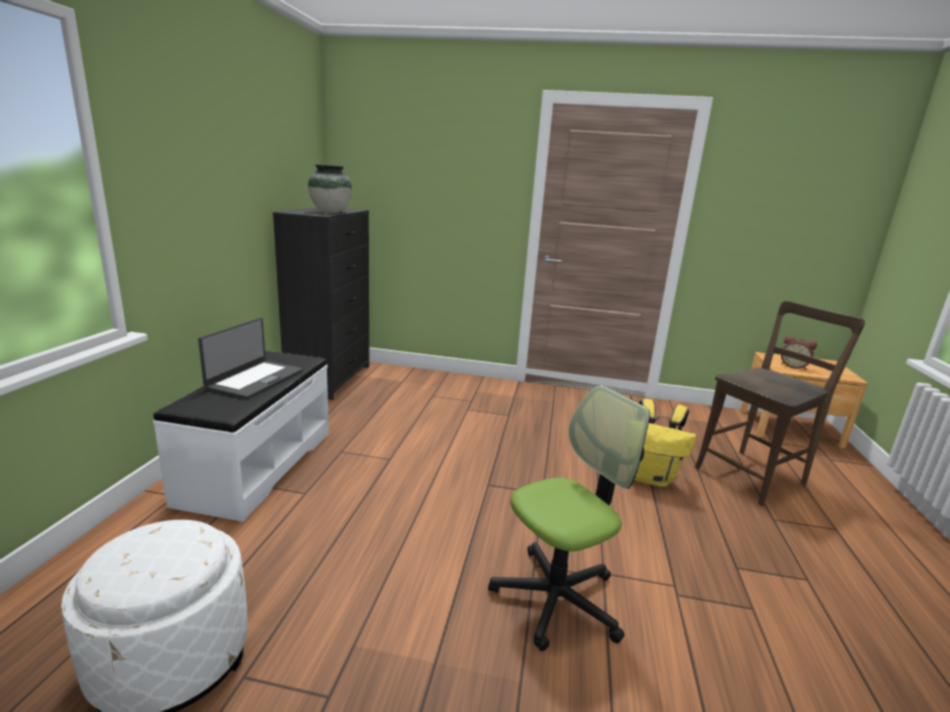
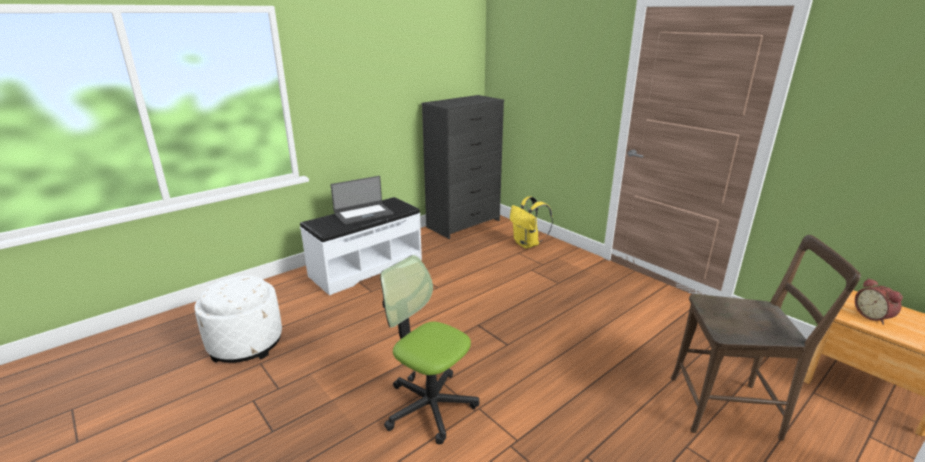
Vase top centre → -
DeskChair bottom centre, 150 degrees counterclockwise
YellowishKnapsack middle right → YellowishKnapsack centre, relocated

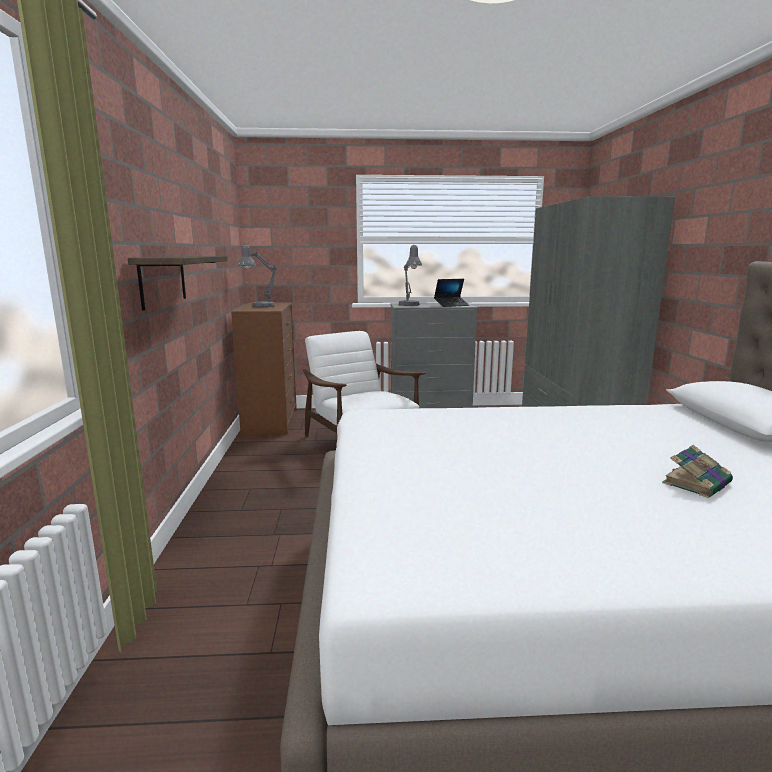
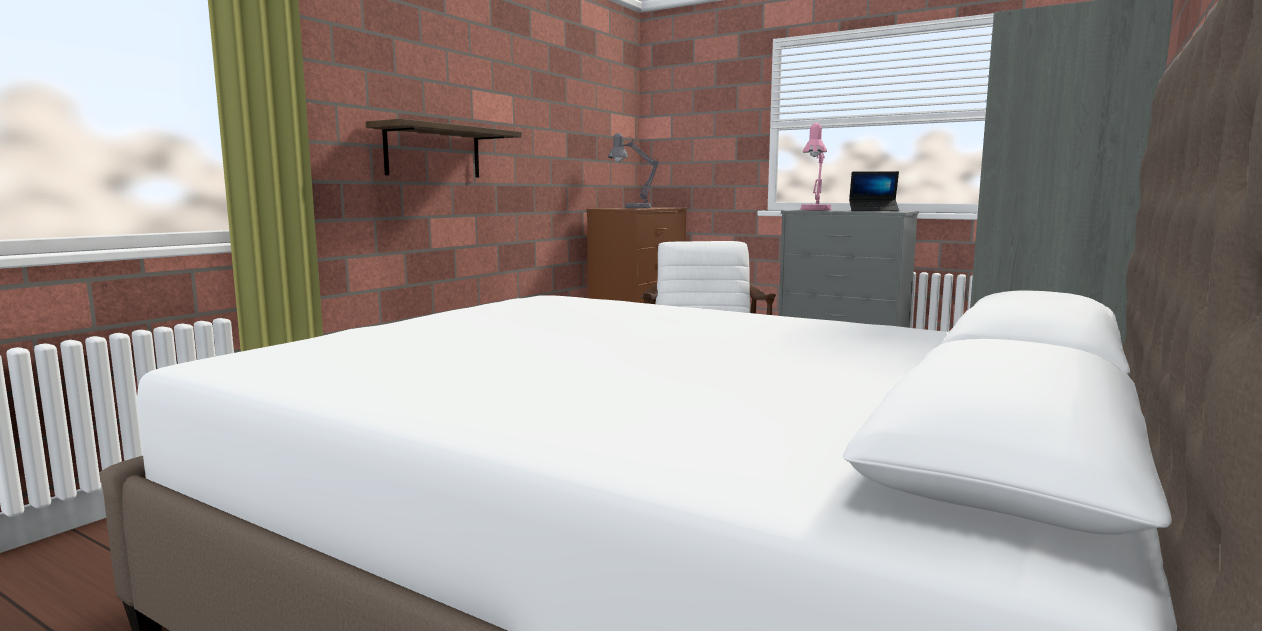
GreyishTableLamp (no. 2 from left) centre → PinkishTableLamp top centre
BoundBook middle right → -

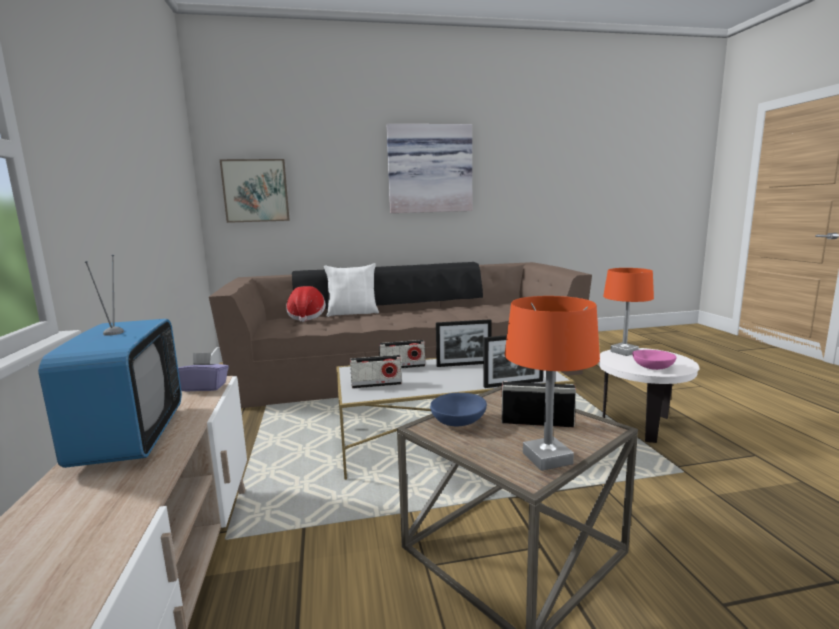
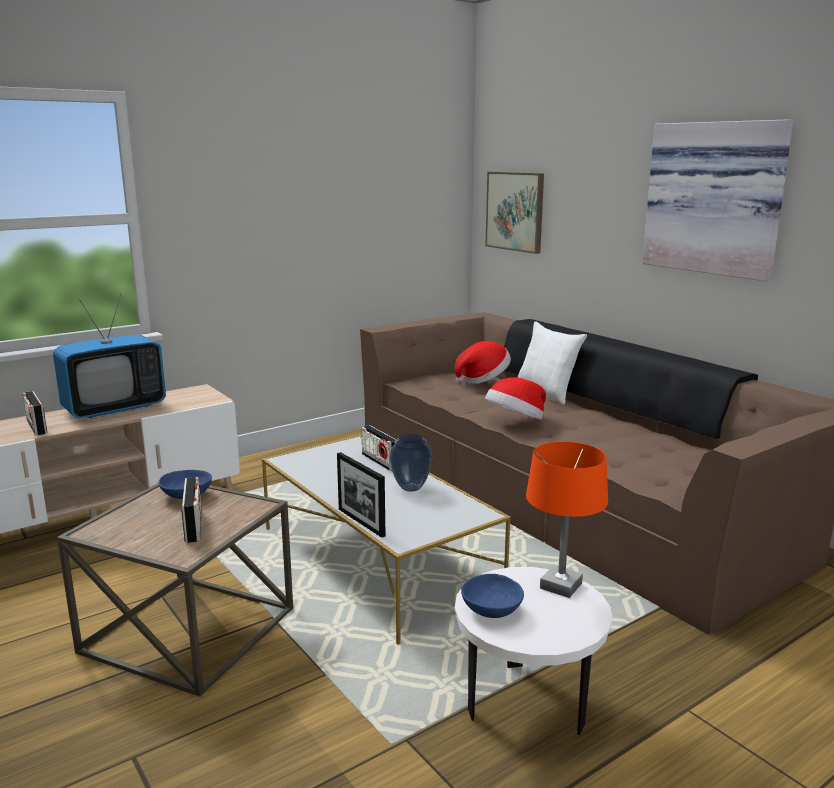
OrangeTableLamp (no. 1 from left) centre → -
PictureFrame (no. 1 from left) centre → Vase centre
PinkishDeepDish middle right → BlueDeepDish (no. 2 from left) bottom centre
PurplishTissueBox middle left → -
RadioSet (no. 1 from left) centre → RadioSet (no. 1 from left) middle left, relocated
- → Hat (no. 2 from left) centre

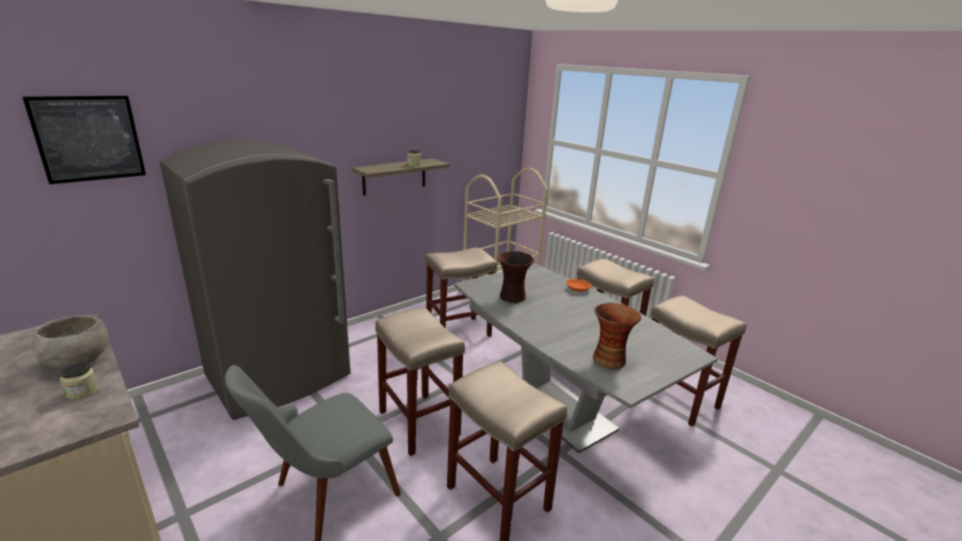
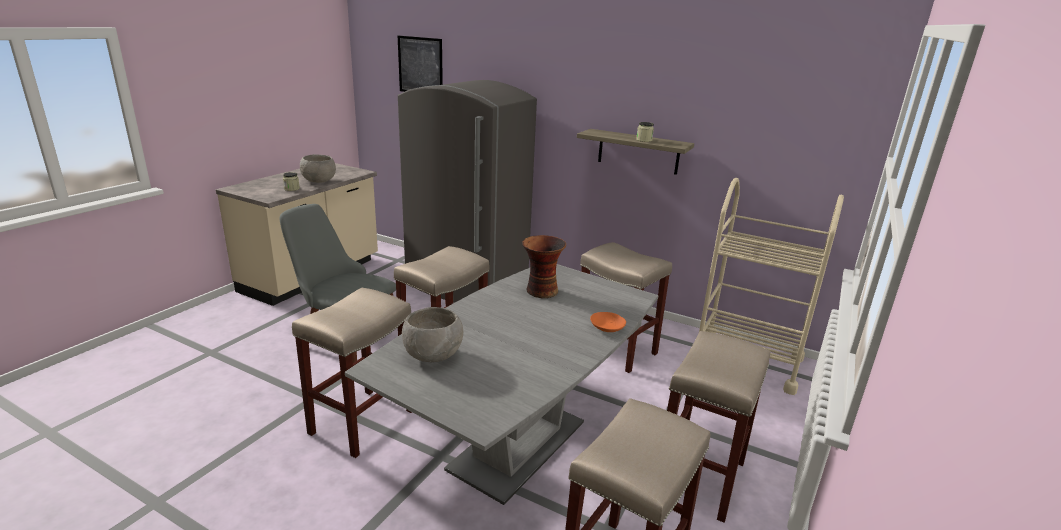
Vase (no. 2 from left) centre → GreyishDeepDish (no. 2 from left) centre

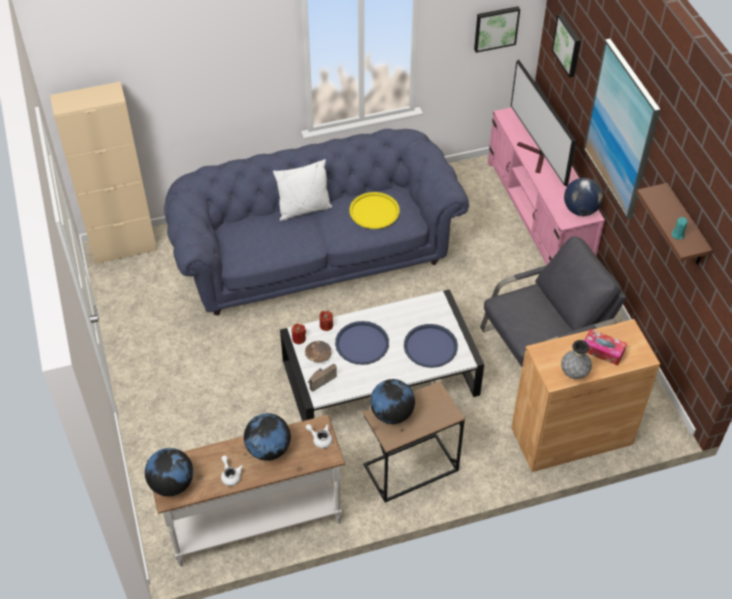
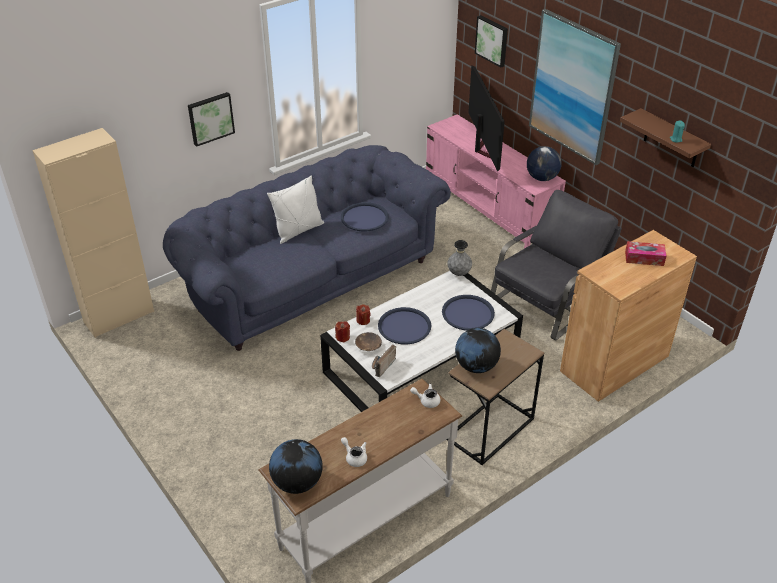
WallArt (no. 1 from left) top right → WallArt (no. 1 from left) top left, relocated
Television top right → Television top centre, 150 degrees counterclockwise
YellowishTray centre → BlueTray (no. 1 from left) centre
GreyishVase middle right → GreyishVase centre, relocated
WorldGlobe (no. 2 from left) bottom centre → -

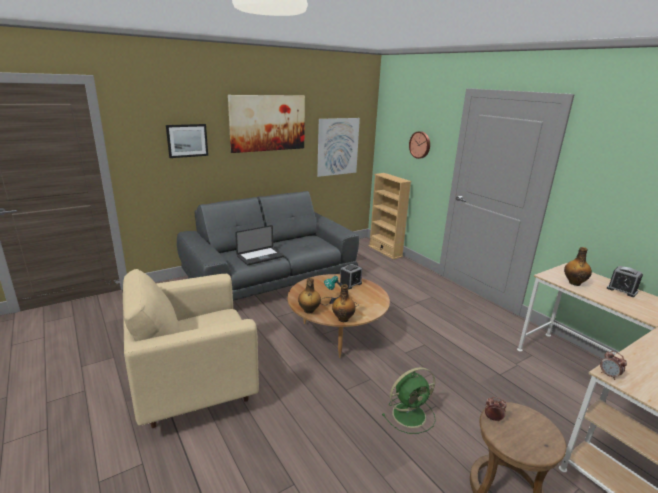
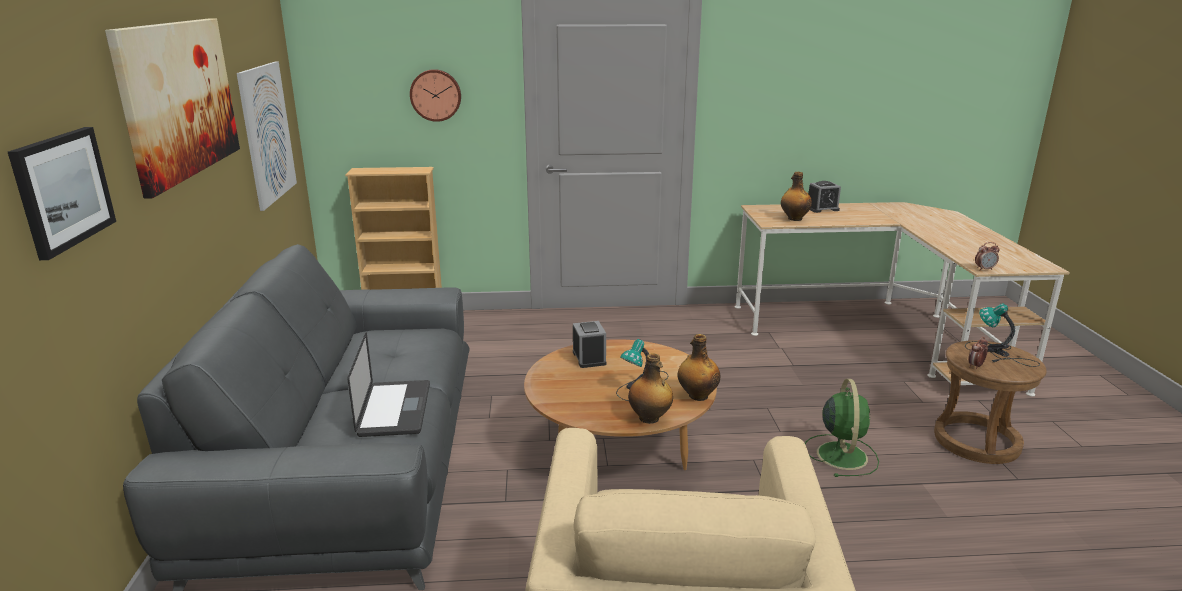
- → TableLamp (no. 2 from left) middle right

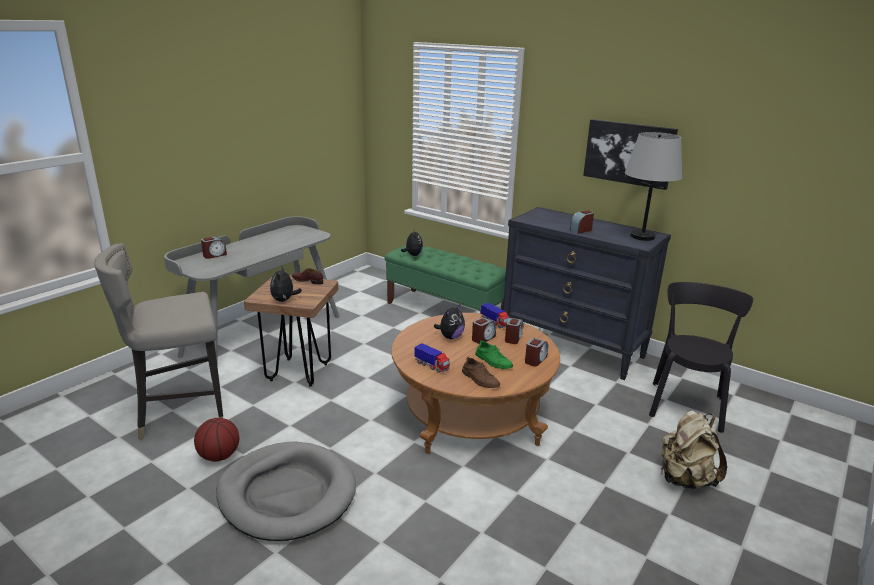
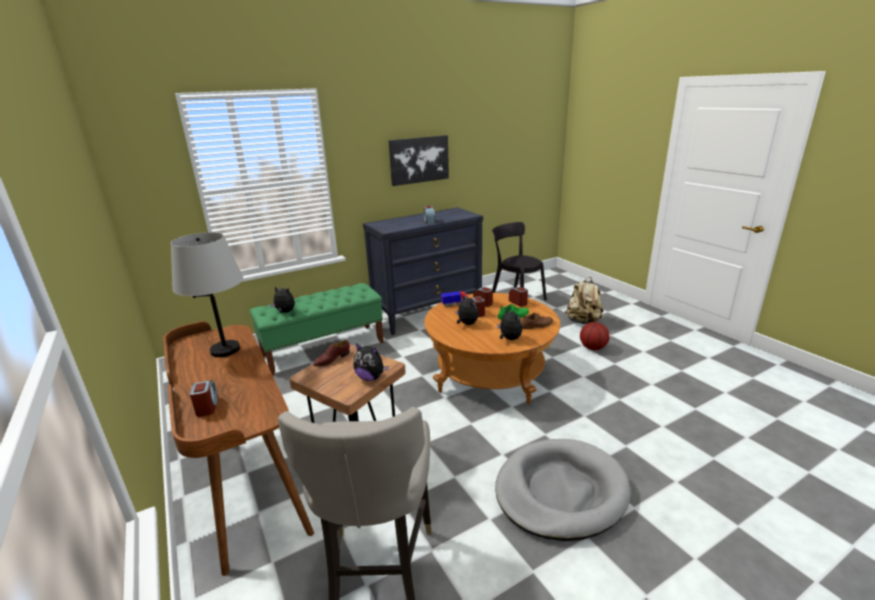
GreyishTableLamp top right → GreyishTableLamp middle left, relocated
GreyishDesk middle left → BrownDesk bottom left
ToyTruck (no. 1 from left) centre → SoftToy (no. 4 from left) centre
BallForBasketball bottom left → BallForBasketball middle right, relocated

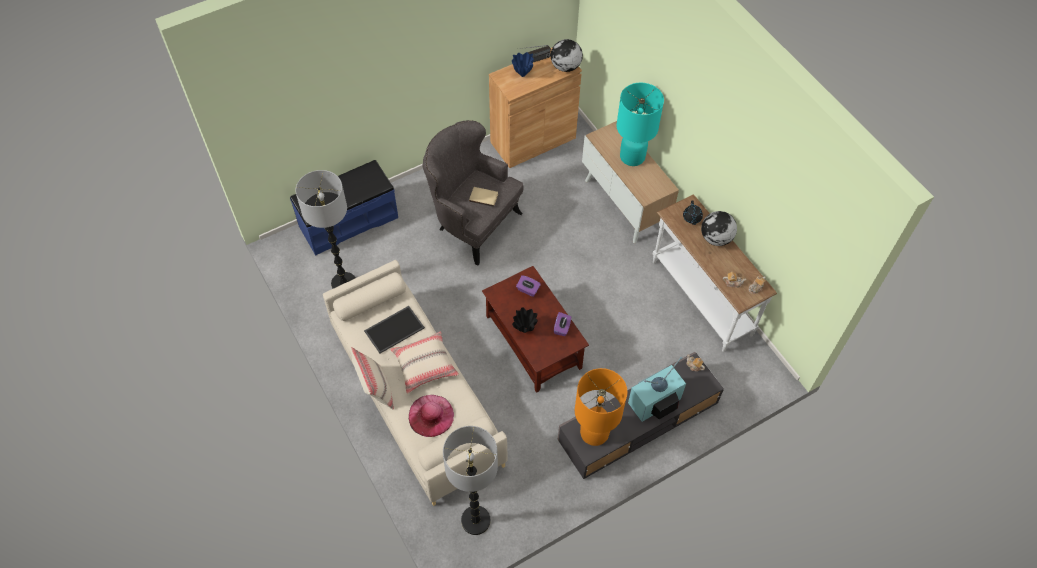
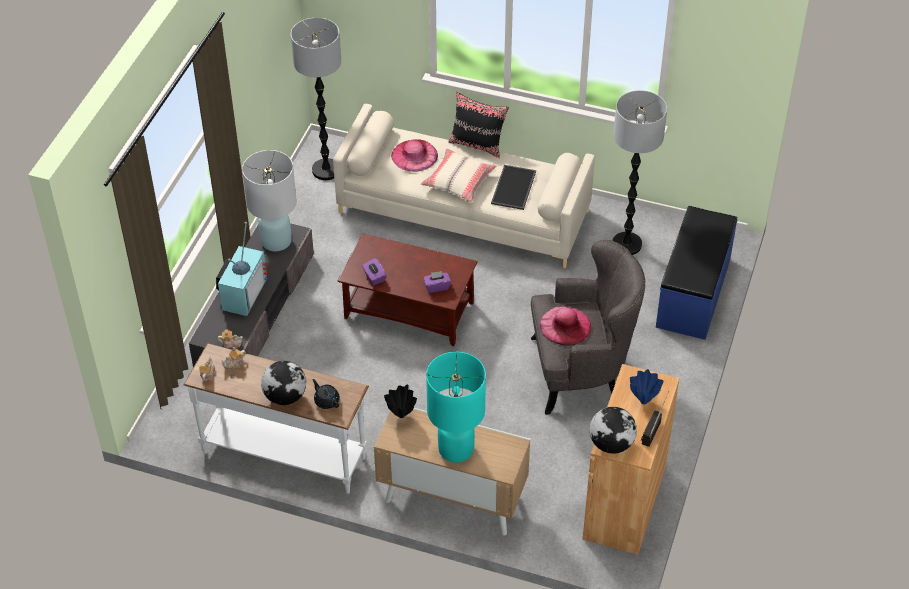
SandColouredBoundBook centre → PinkishHat (no. 2 from left) centre
BlackVase centre → BlackVase bottom centre, relocated
SandColouredPillow (no. 1 from left) centre → BlackPillow top centre
OrangeTableLamp bottom centre → WhitishTableLamp middle left

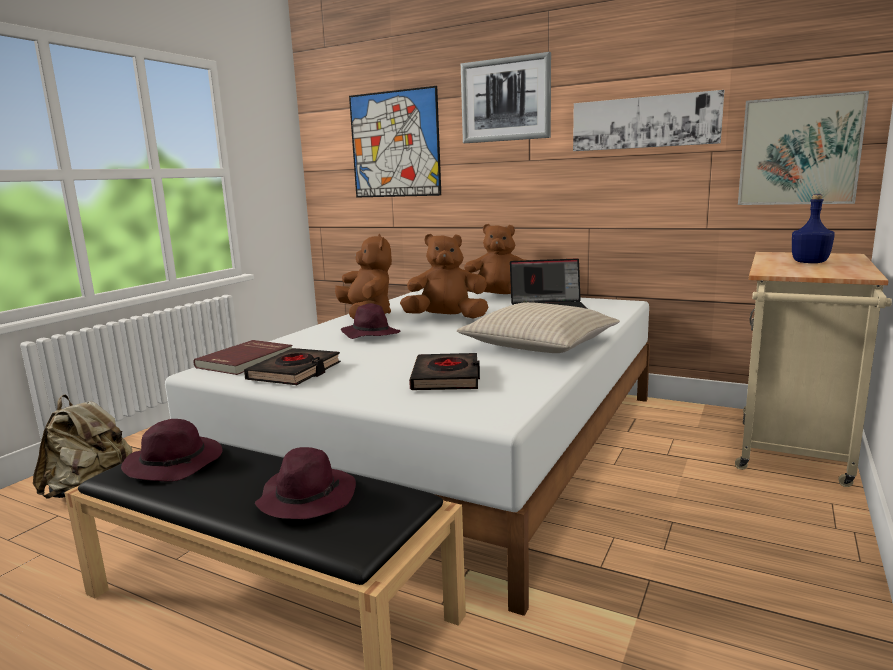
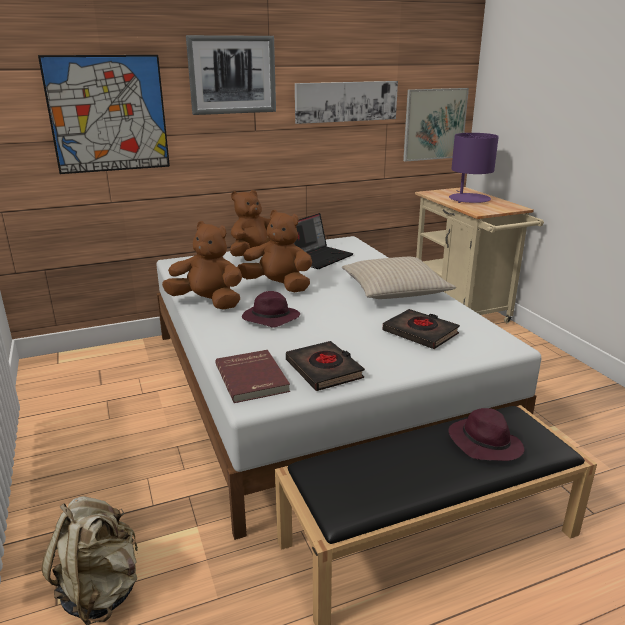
BlueDrinkBottle middle right → PurplishTableLamp top right
BrownSoftToy (no. 2 from left in the first image) centre → BrownSoftToy (no. 3 from left) centre, 75 degrees clockwise
PurplishHat (no. 1 from left) bottom left → -

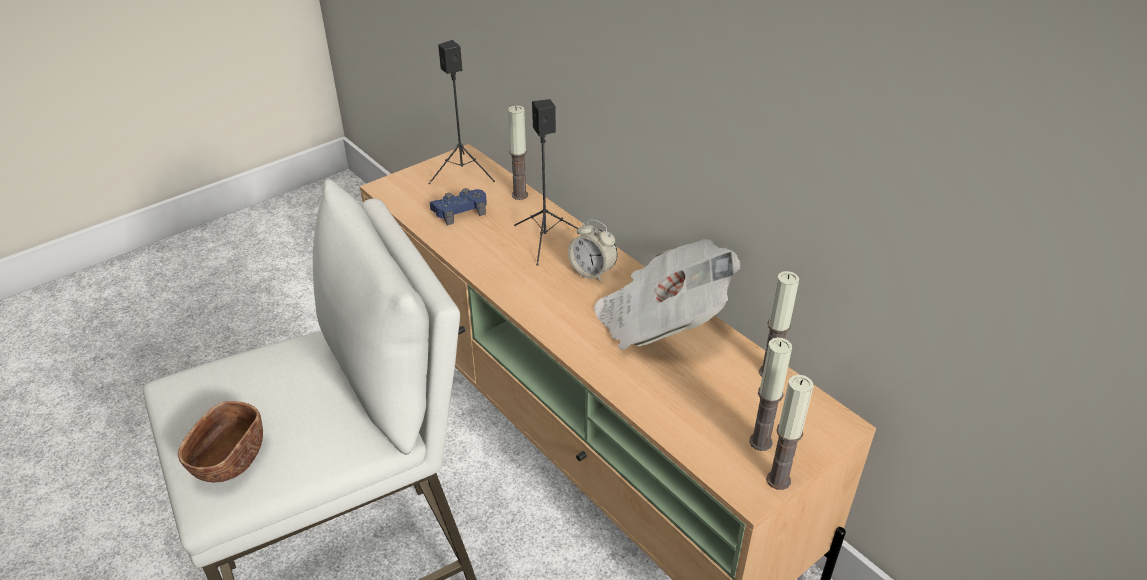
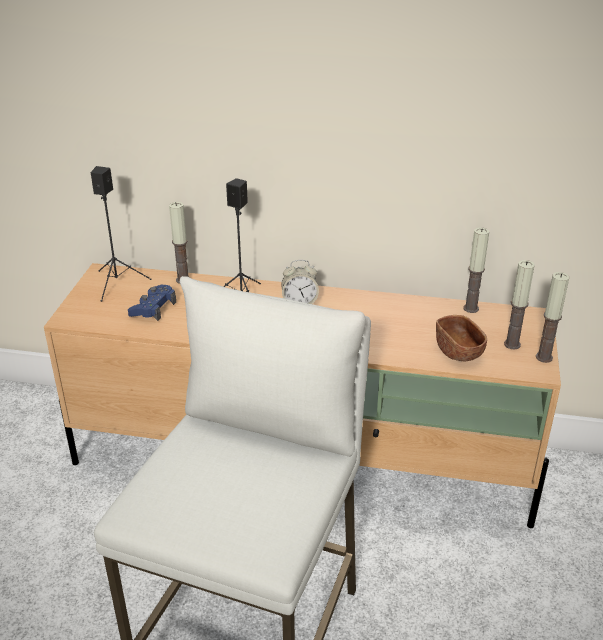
PrintedPaper centre → -
BrownDeepDish bottom left → BrownDeepDish middle right, relocated

